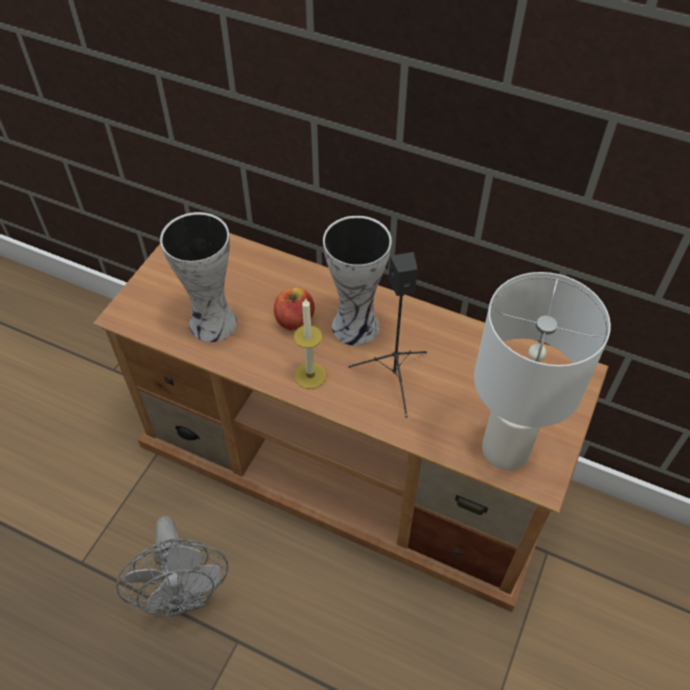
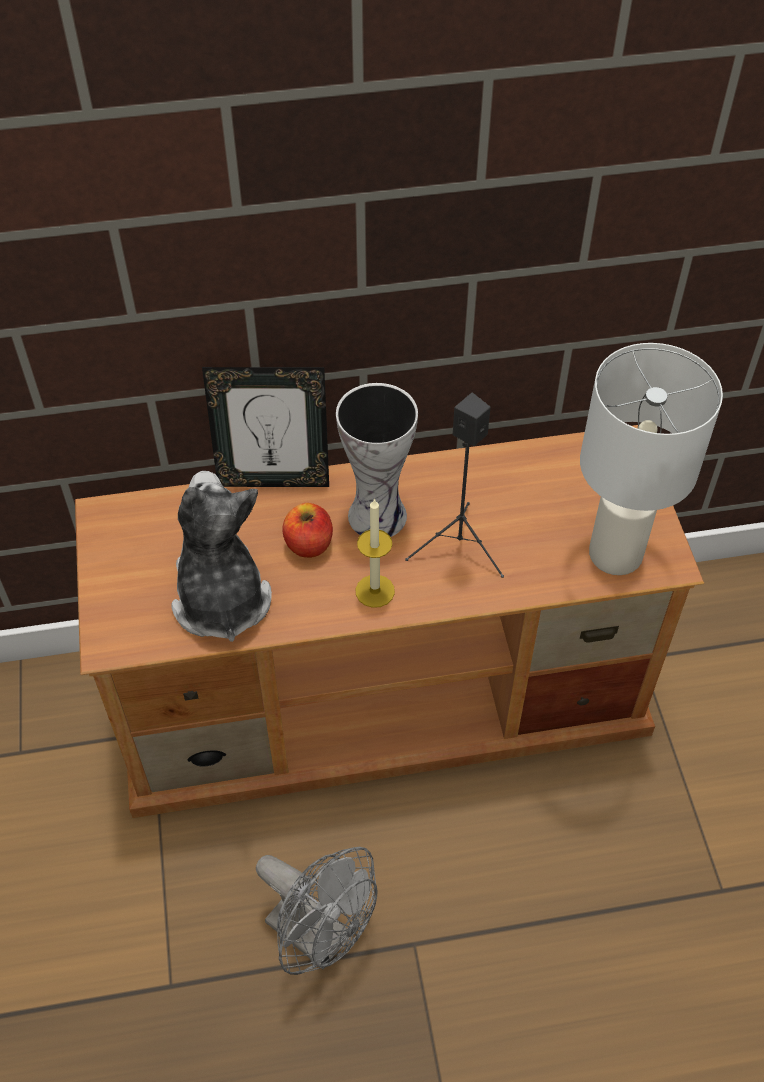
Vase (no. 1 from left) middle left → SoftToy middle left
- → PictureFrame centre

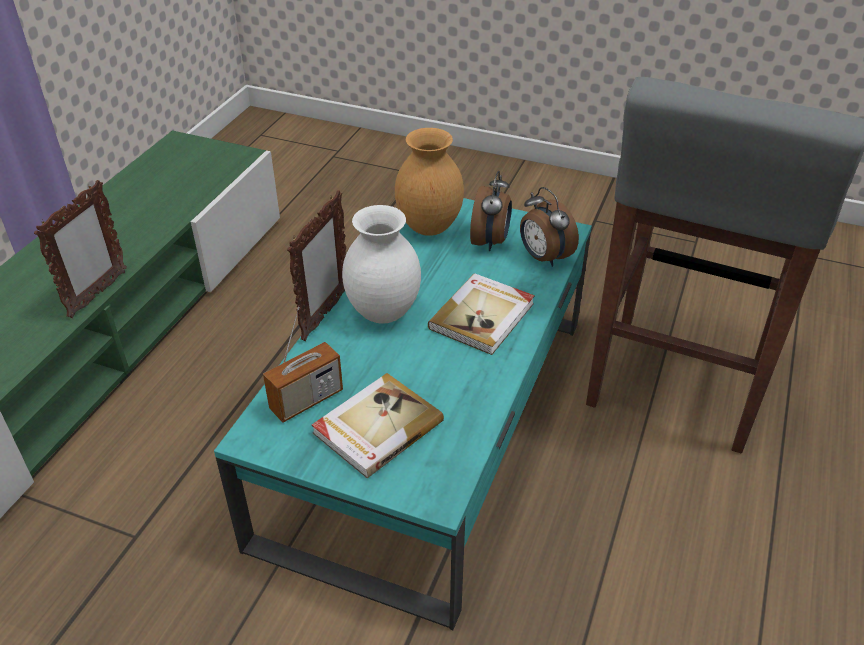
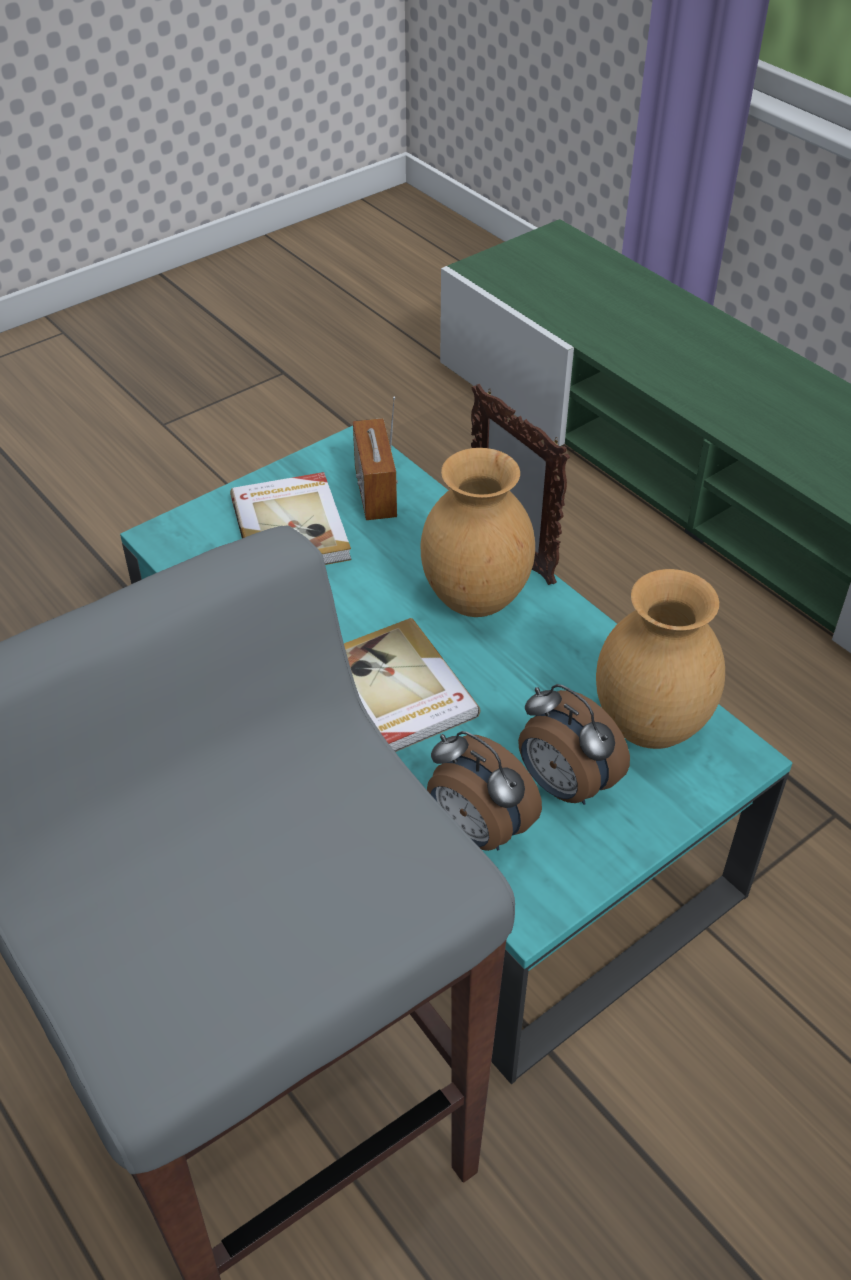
PictureFrame (no. 1 from left) middle left → -
AlarmClock (no. 2 from left in the first image) centre → AlarmClock (no. 1 from left) centre, 135 degrees counterclockwise
WhitishVase centre → BrownVase (no. 1 from left) centre

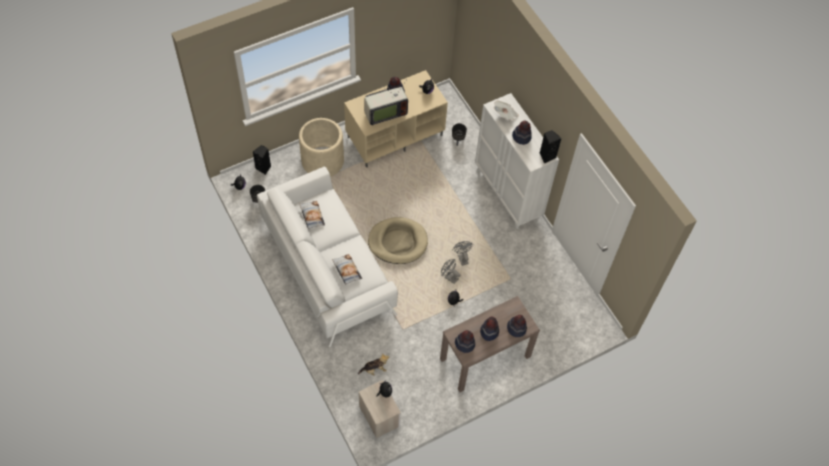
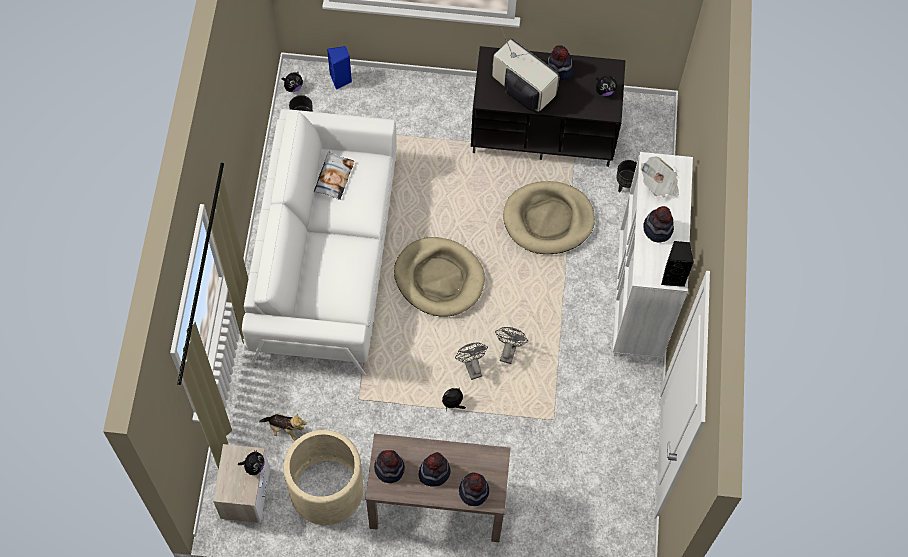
SandColouredTvUnit top centre → BlackTvUnit top centre
Television top centre, 150 degrees counterclockwise
SandColouredPlantPot top centre → SandColouredPlantPot bottom centre, relocated
BlackAudioSpeaker (no. 1 from left) middle left → BlueAudioSpeaker top centre
Pillow (no. 2 from left) centre → -
- → SandColouredPetBed (no. 2 from left) centre

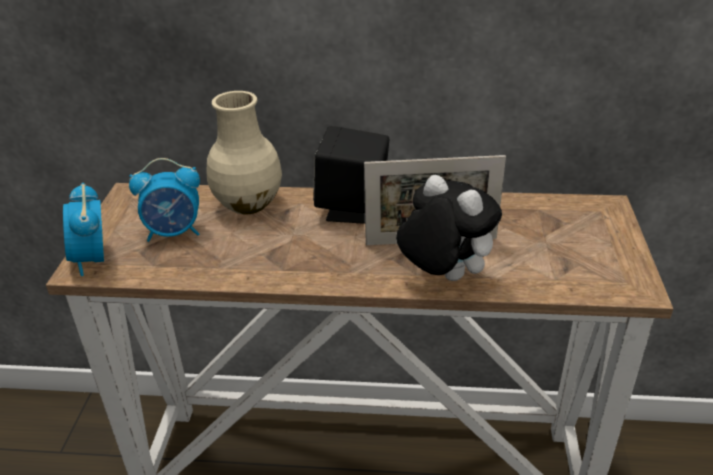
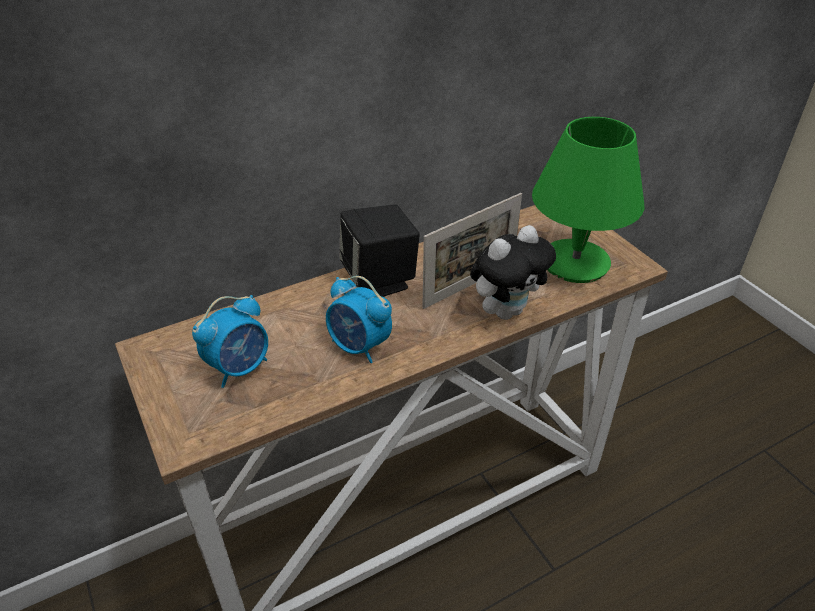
SandColouredVase top centre → -
SoftToy centre, 135 degrees clockwise
AlarmClock (no. 1 from left in the first image) middle left → AlarmClock (no. 2 from left) centre, relocated
- → GreenTableLamp top right

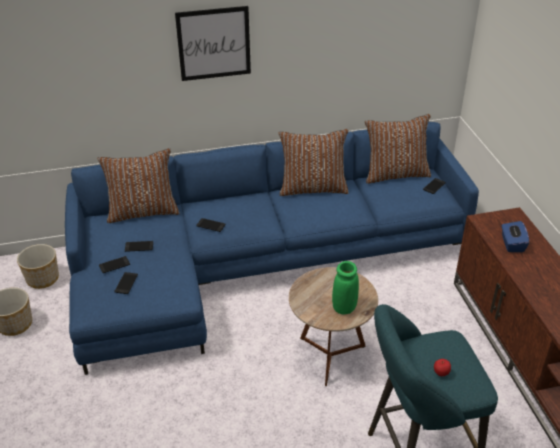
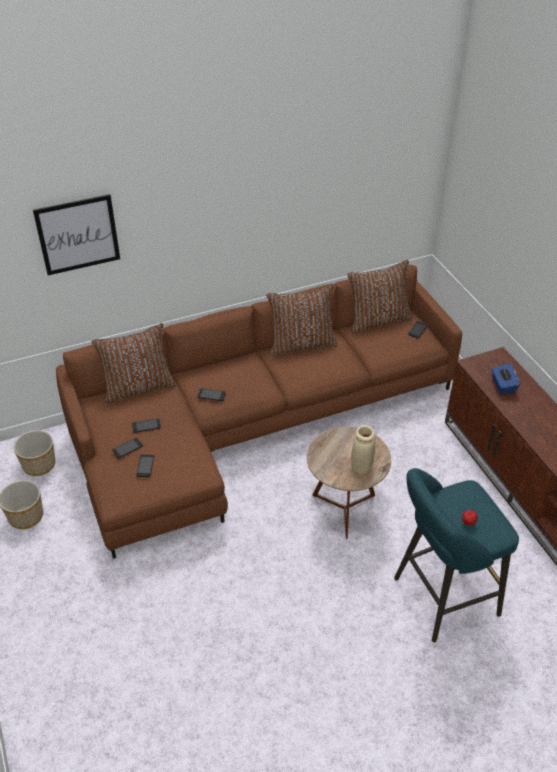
WallArt top centre → WallArt top left, relocated
BlueSofa centre → BrownSofa centre
GreenVase centre → SandColouredVase centre

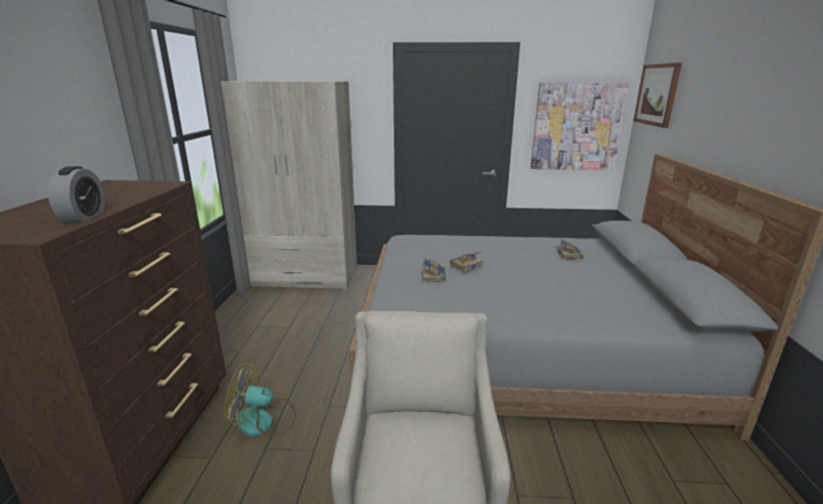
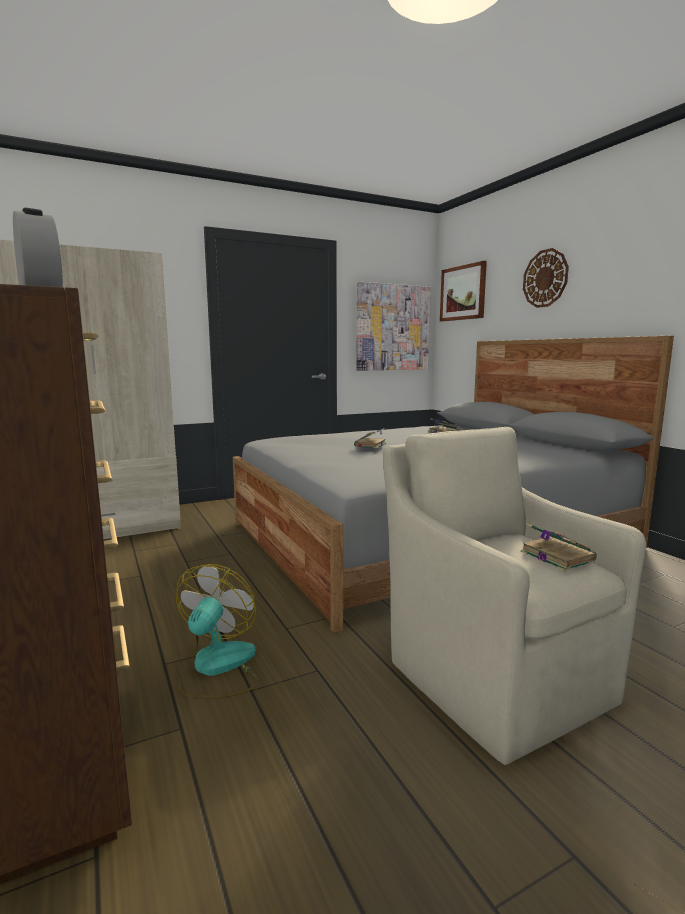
BoundBook (no. 1 from left in the first image) centre → BoundBook (no. 3 from left) middle right, relocated
ElectricFan bottom left, 135 degrees clockwise
- → HangingClock top right

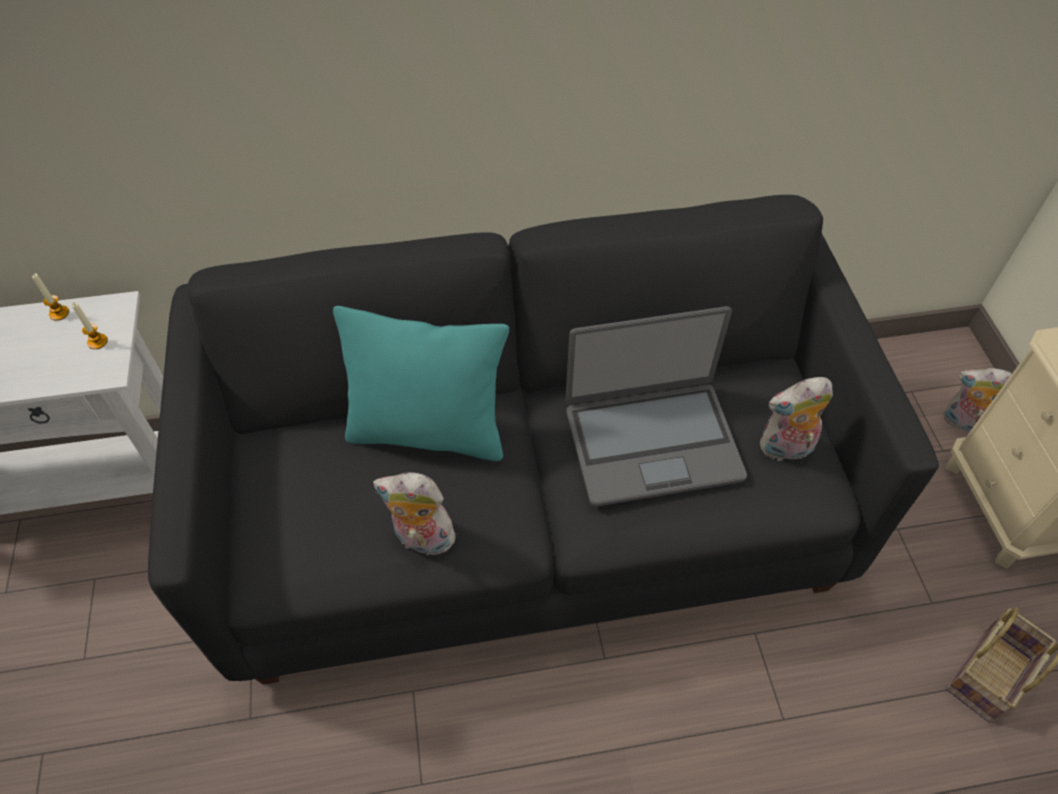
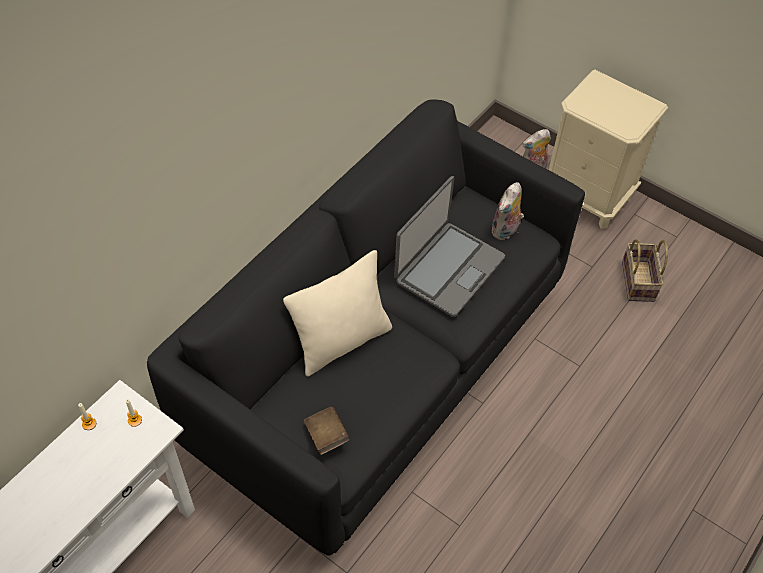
BlueGreenPillow centre → SandColouredPillow centre
SoftToy (no. 1 from left) centre → -
- → BrownBoundBook bottom centre

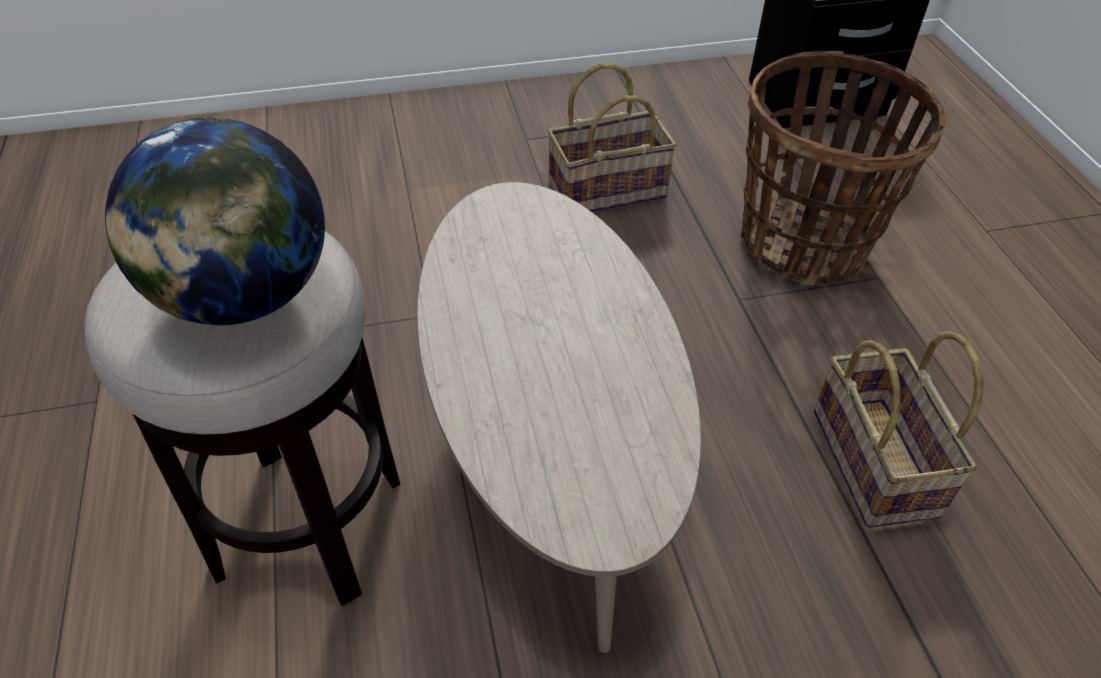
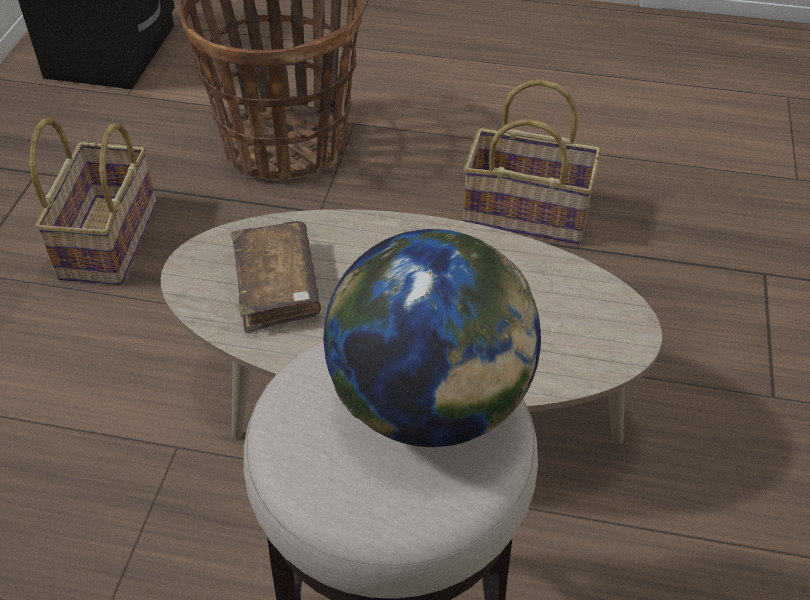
- → BrownBoundBook centre

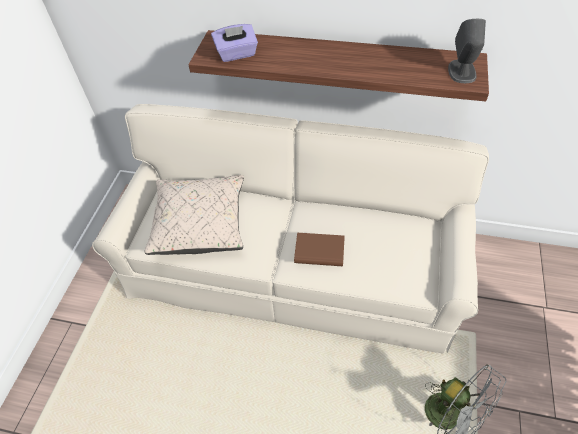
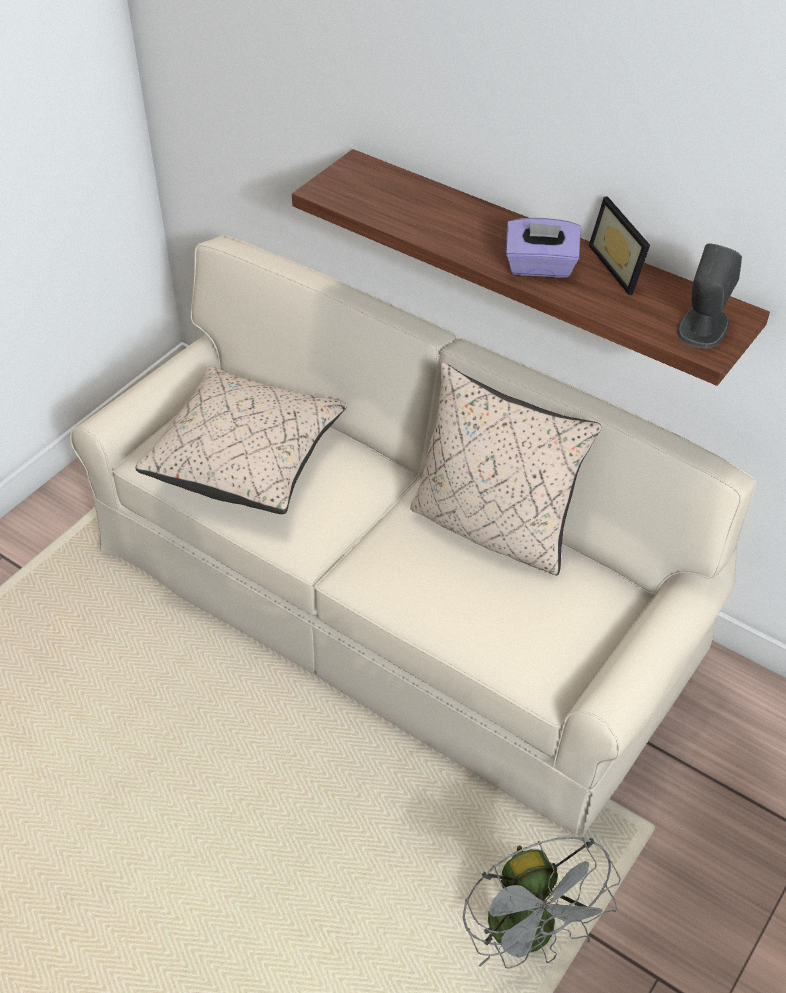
PurplishTissueBox top centre → PurplishTissueBox top right, relocated
BrownBoundBook centre → -
- → PictureFrame top right
- → SandColouredPillow (no. 2 from left) centre

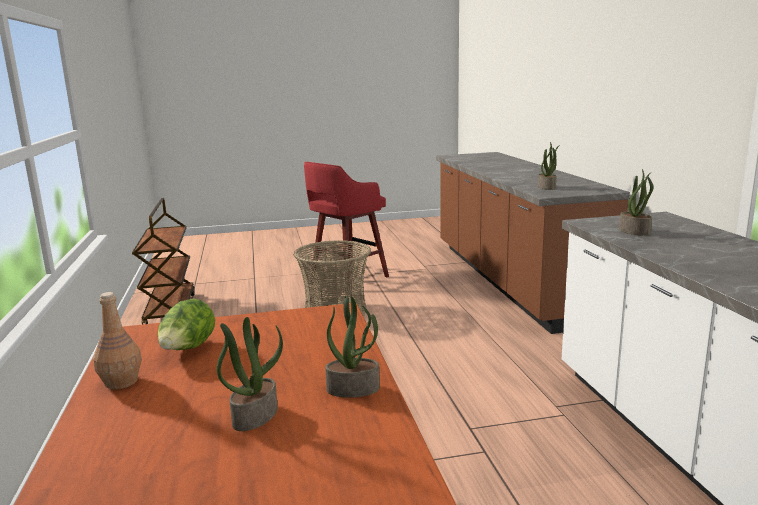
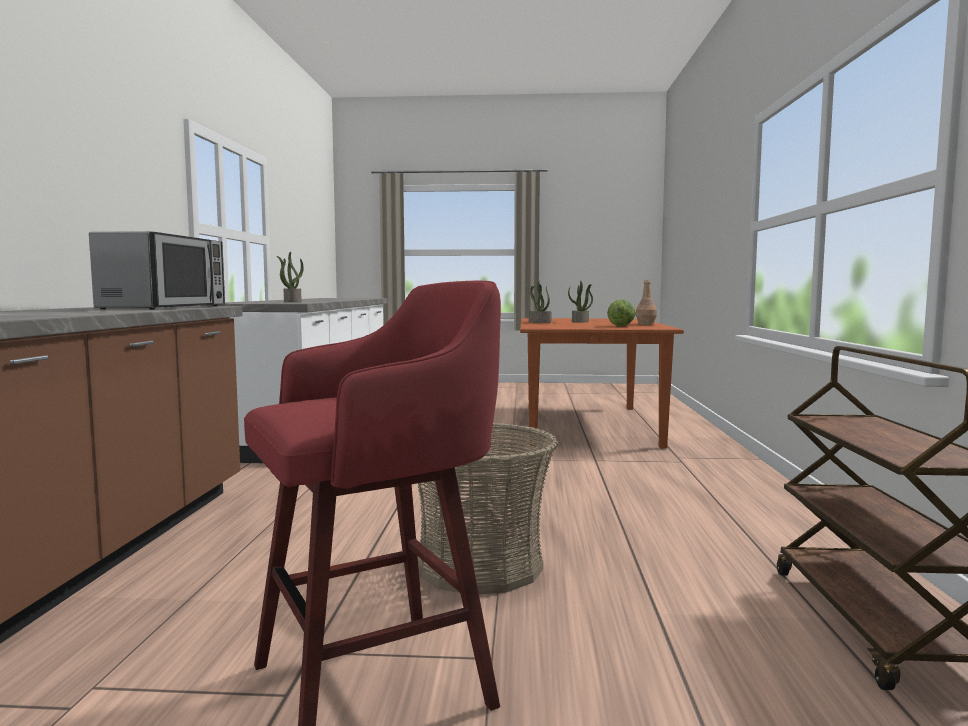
PlantInAPot (no. 3 from left) top right → KitchenMicrowave middle left

